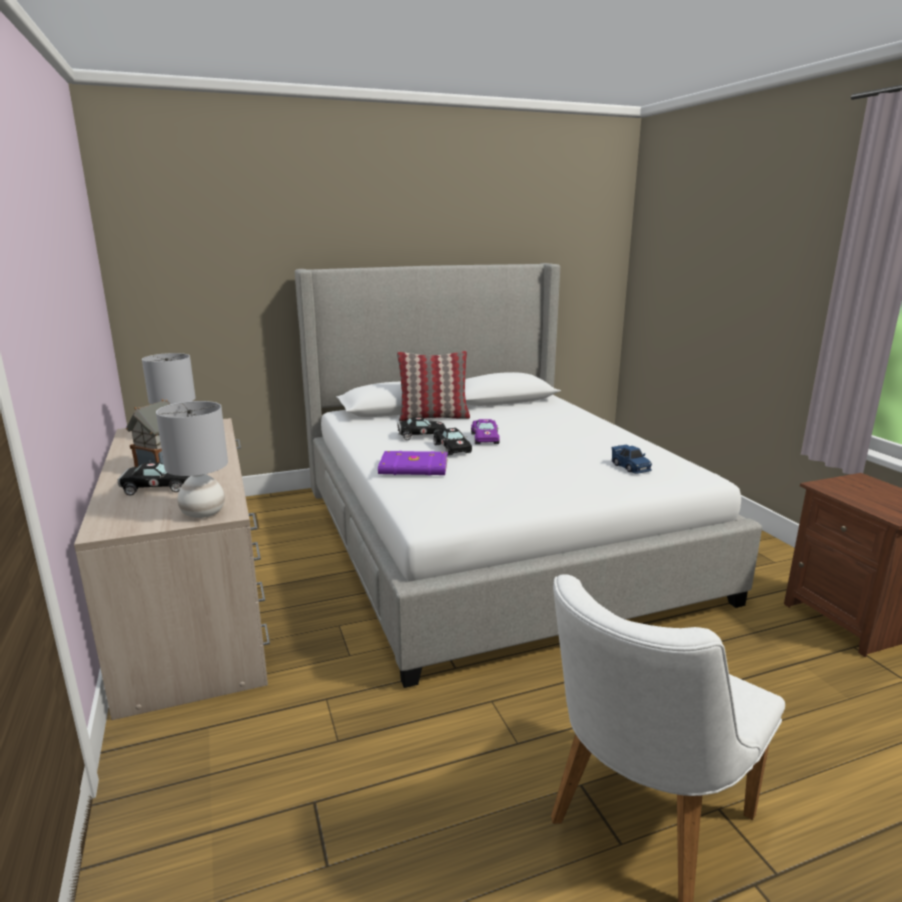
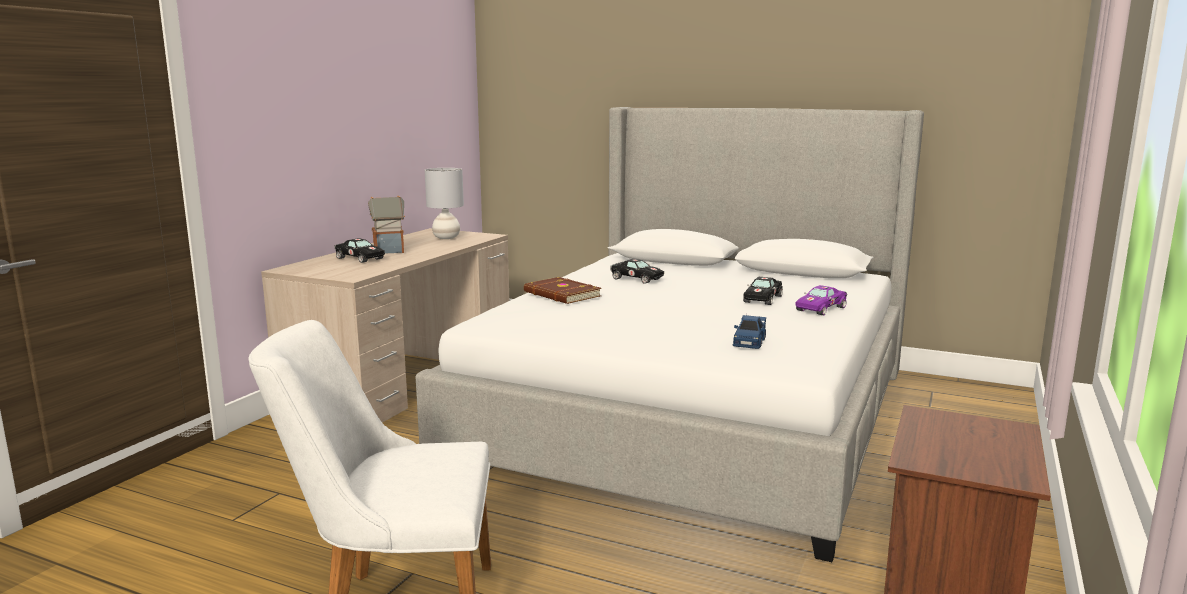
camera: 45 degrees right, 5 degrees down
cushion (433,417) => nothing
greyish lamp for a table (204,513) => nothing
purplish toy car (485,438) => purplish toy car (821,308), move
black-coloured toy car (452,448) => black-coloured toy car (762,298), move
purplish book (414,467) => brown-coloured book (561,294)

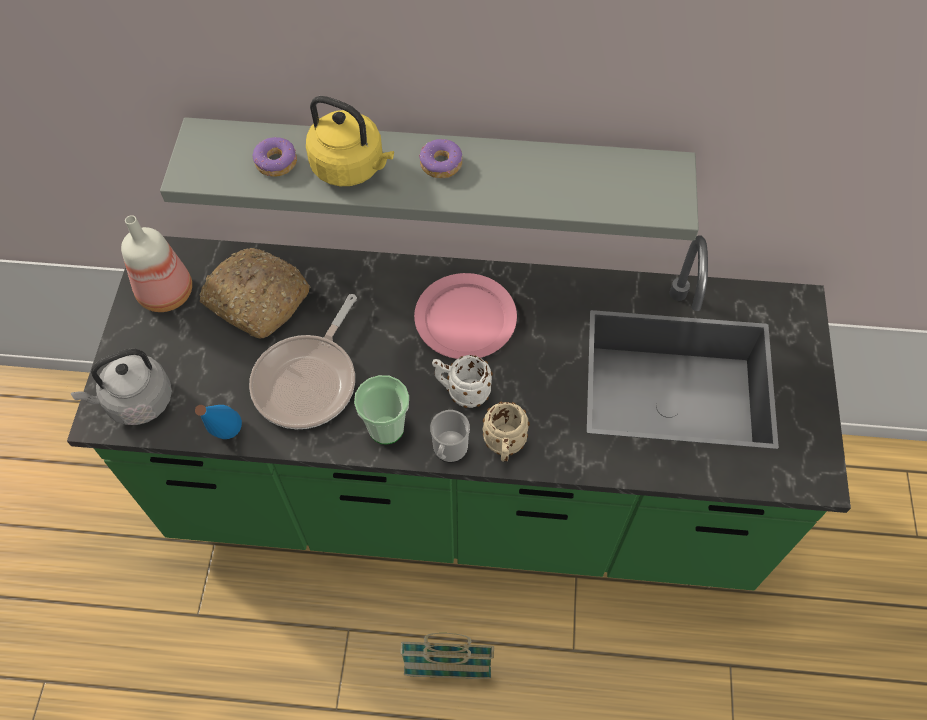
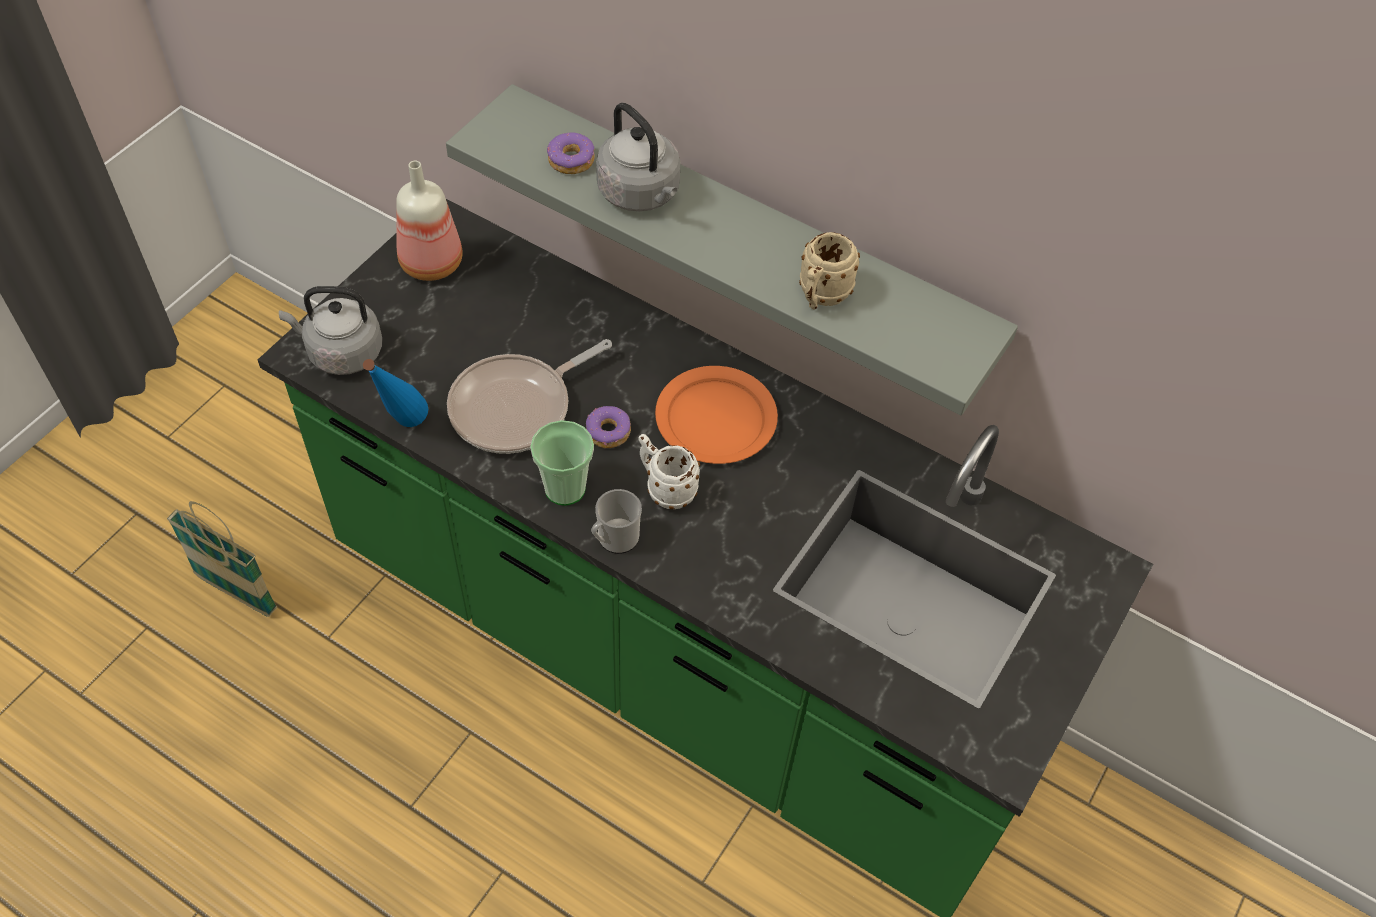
camera: 25 degrees right, 5 degrees down
yellow water kettle (351,167) => greyish water kettle (641,194)
ring doughnut (441,164) => ring doughnut (608,432), move
baked bread (255,300) => nothing
pinkish plate (464,319) => orangey plate (715,418)
sand-coloured coffee mug (504,447) => sand-coloured coffee mug (820,297), move
storage basket (447,672) => storage basket (236,593), move

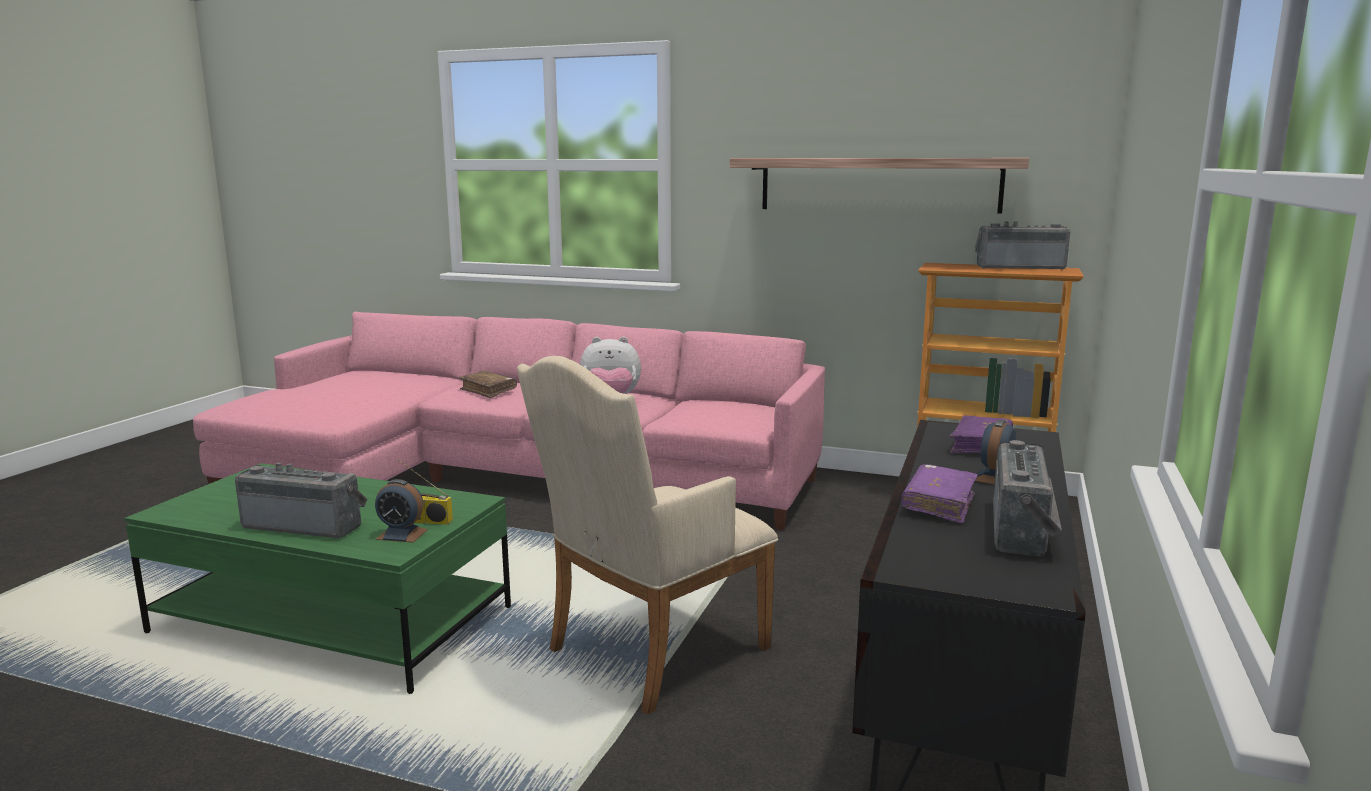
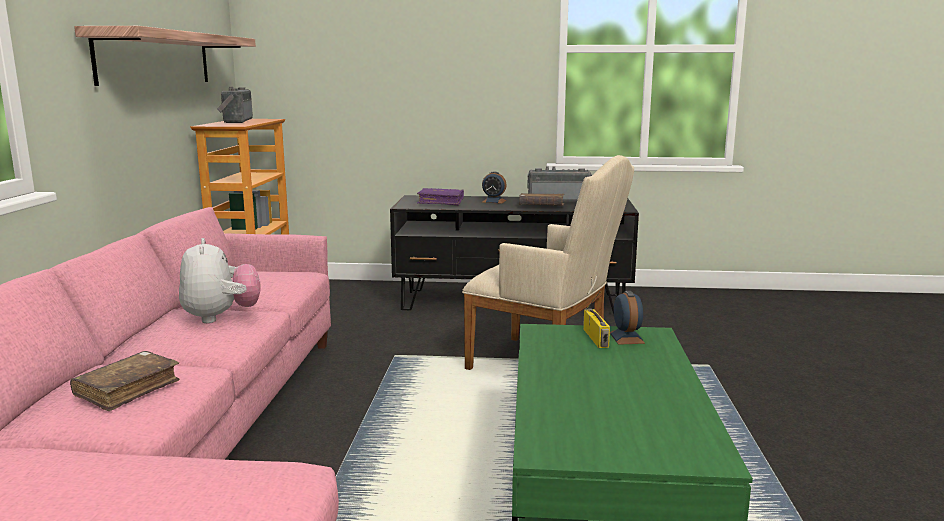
camera: 105 degrees left, 0 degrees up
radio receiver (306,525) => nothing
purplish book (939,504) => brown-coloured book (541,206)

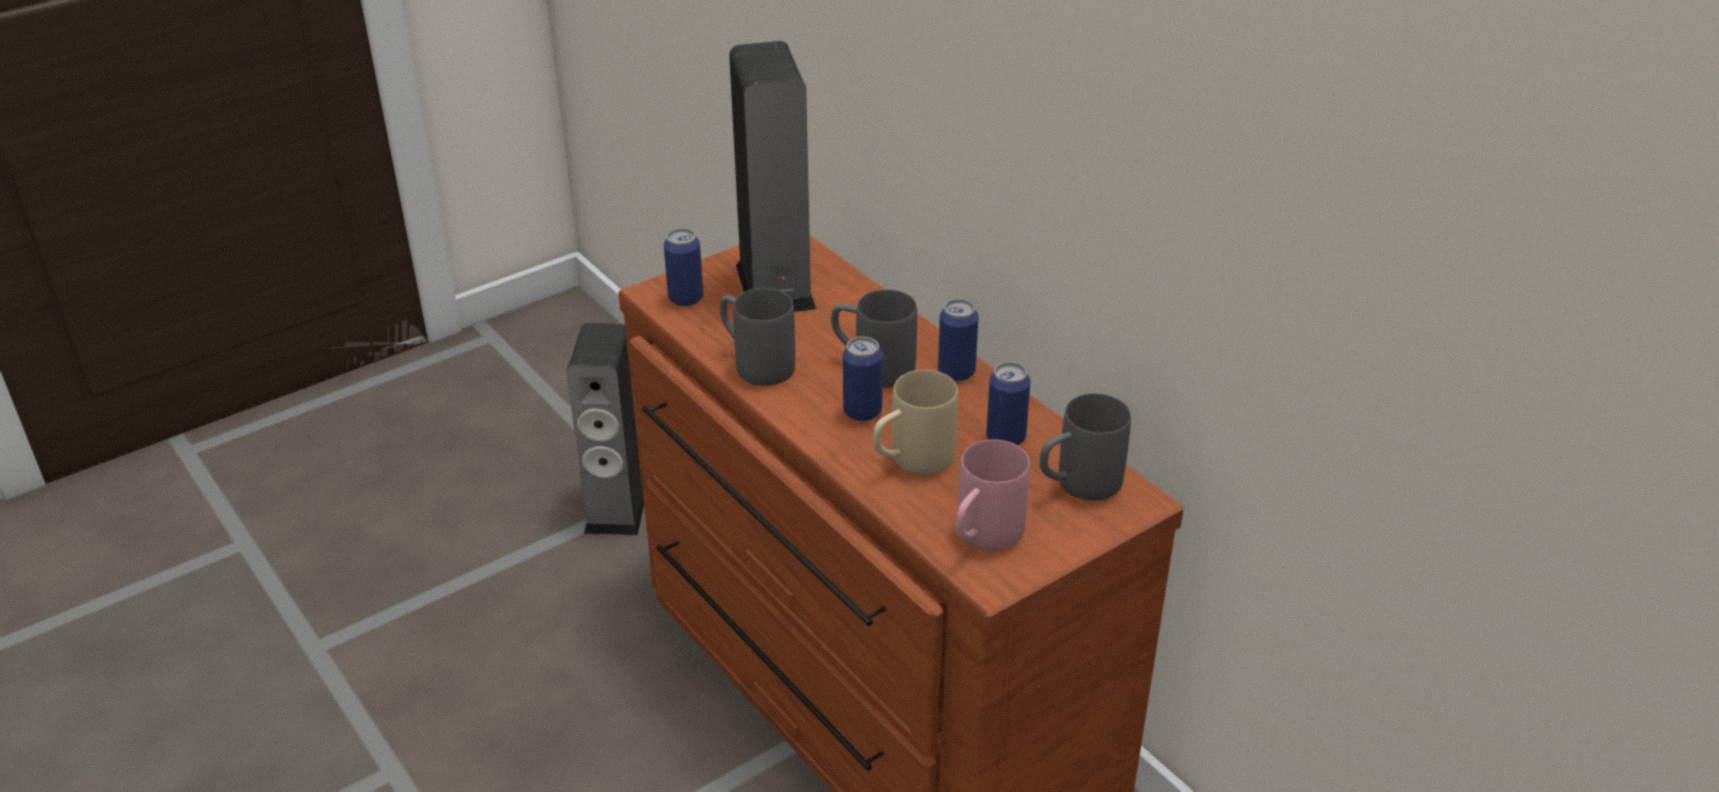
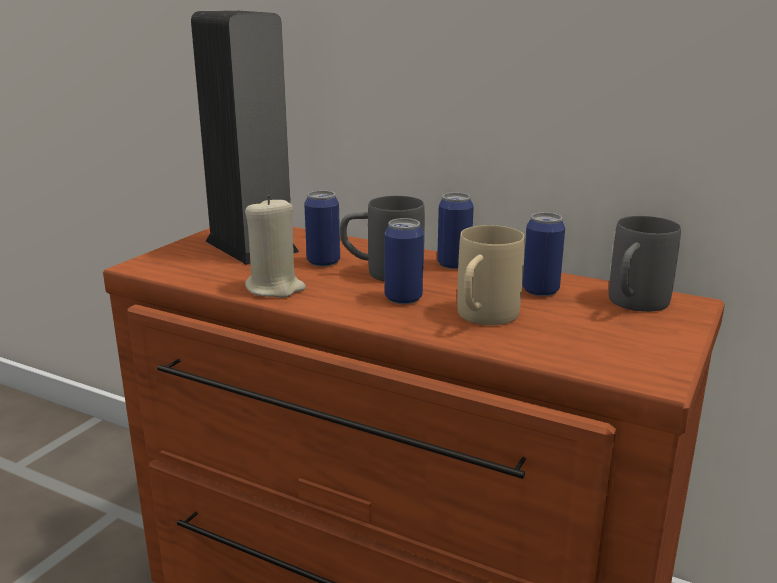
camera: 25 degrees left, 15 degrees down
can (686,298) => can (323,262), move
greyish coffee mug (755,363) => sand-coloured candle (275,288)
loudspeaker (617,507) => nothing
pinkish coffee mug (982,538) => nothing

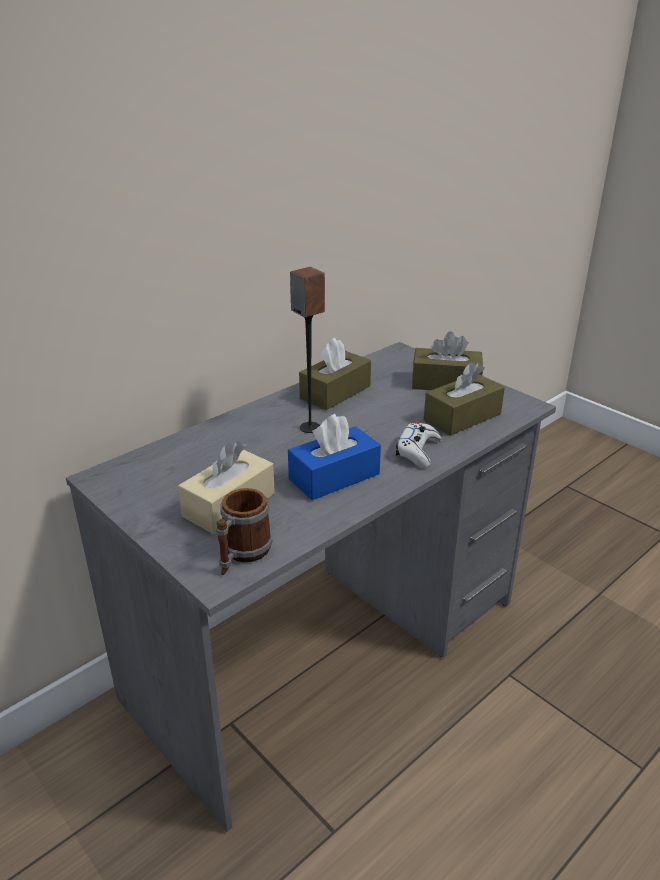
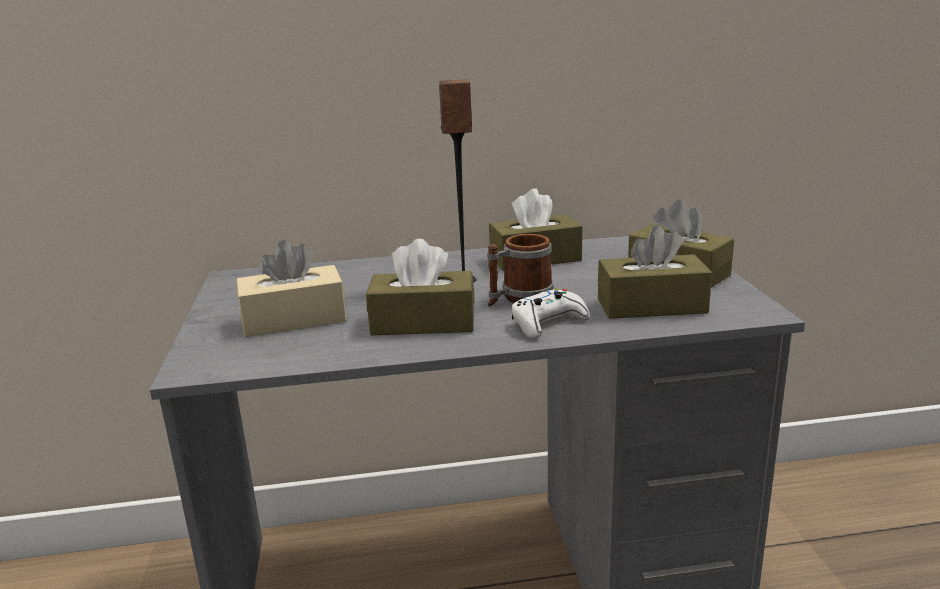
camera: 35 degrees right, 10 degrees down
bluish tissue holder (334,477) => brown-coloured tissue holder (423,323)
coffee mug (242,554) => coffee mug (519,299), move

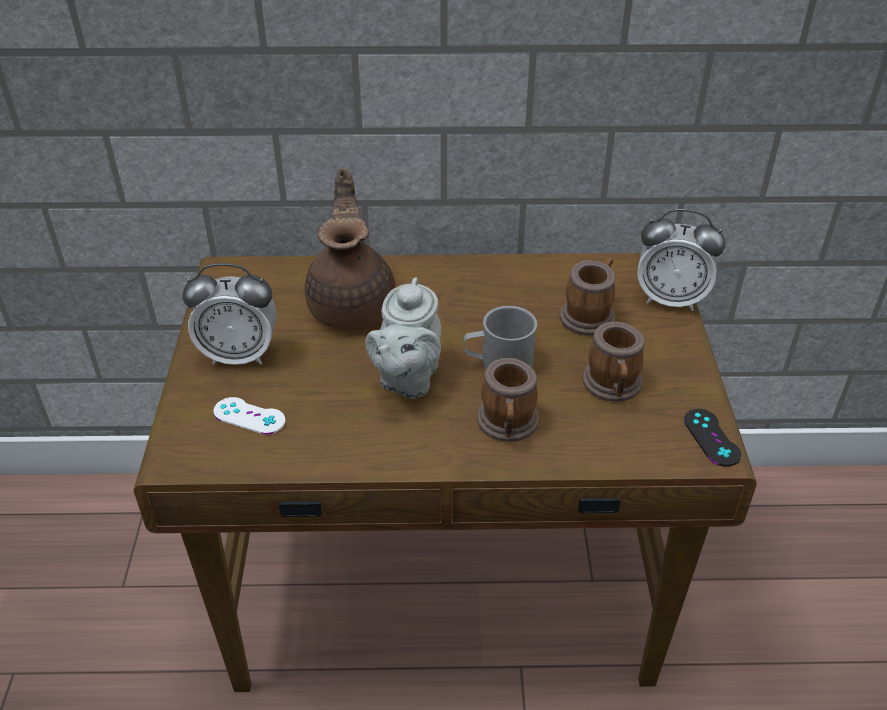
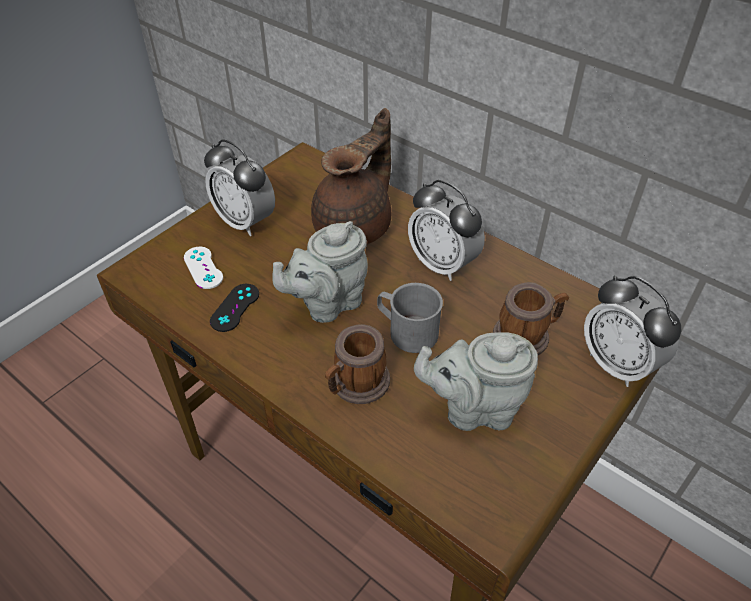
camera: 40 degrees right, 5 degrees up
coffee mug (613,387) => greyish teapot (474,409)
black-coloured game controller (711,437) => black-coloured game controller (235,307), move
nothing => table clock (442,264)

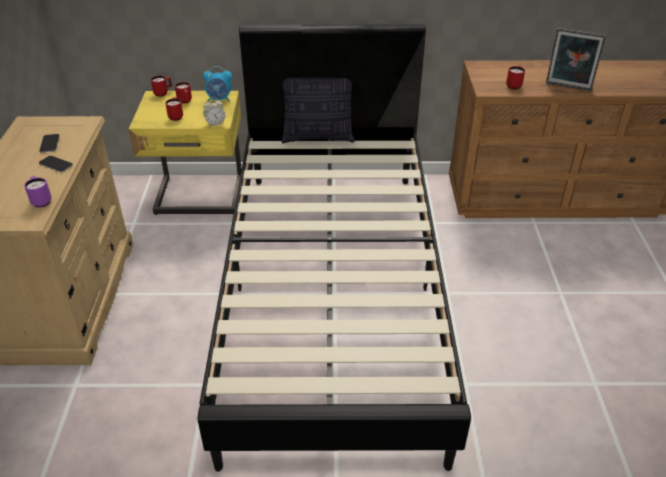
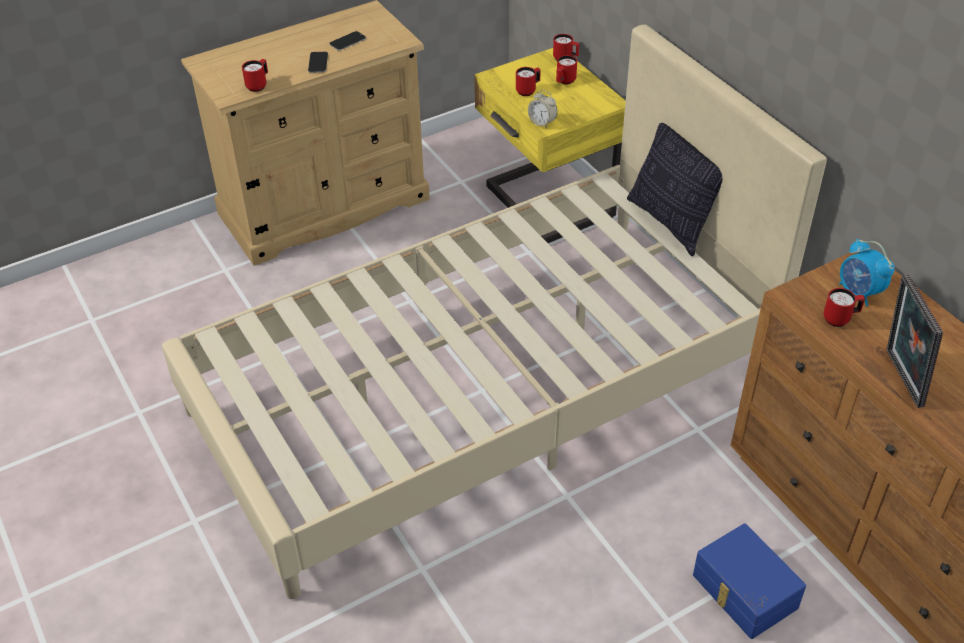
camera: 60 degrees right, 5 degrees up
black-coloured sleeping bed (333,291) => sand-coloured sleeping bed (484,387)
table clock (219,99) => table clock (859,293), move
purplish coffee mug (41,201) => red-coloured coffee mug (258,85)
nothing => bluish storage container (743,592)

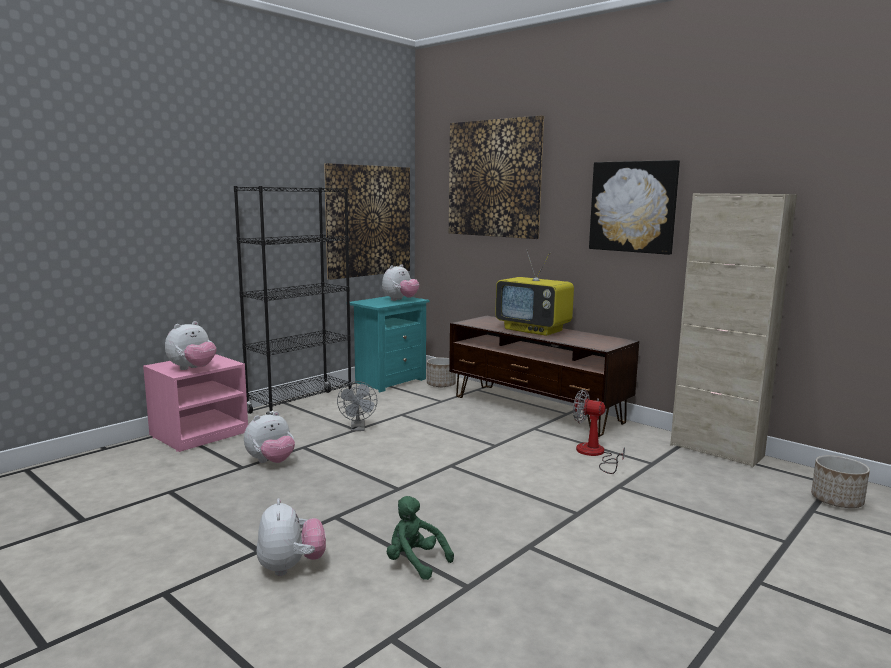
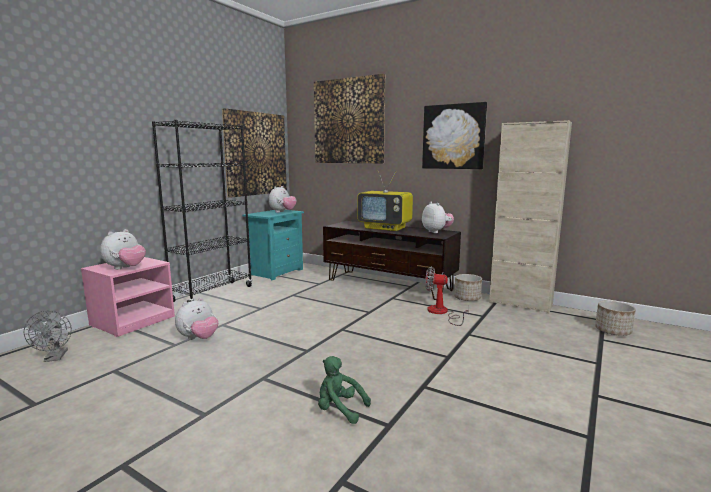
camera: 10 degrees left, 0 degrees up
planter (441,385) => planter (467,298), move
greyish fan (358,429) => greyish fan (55,358), move
soft toy (291,567) => soft toy (436,232), move

